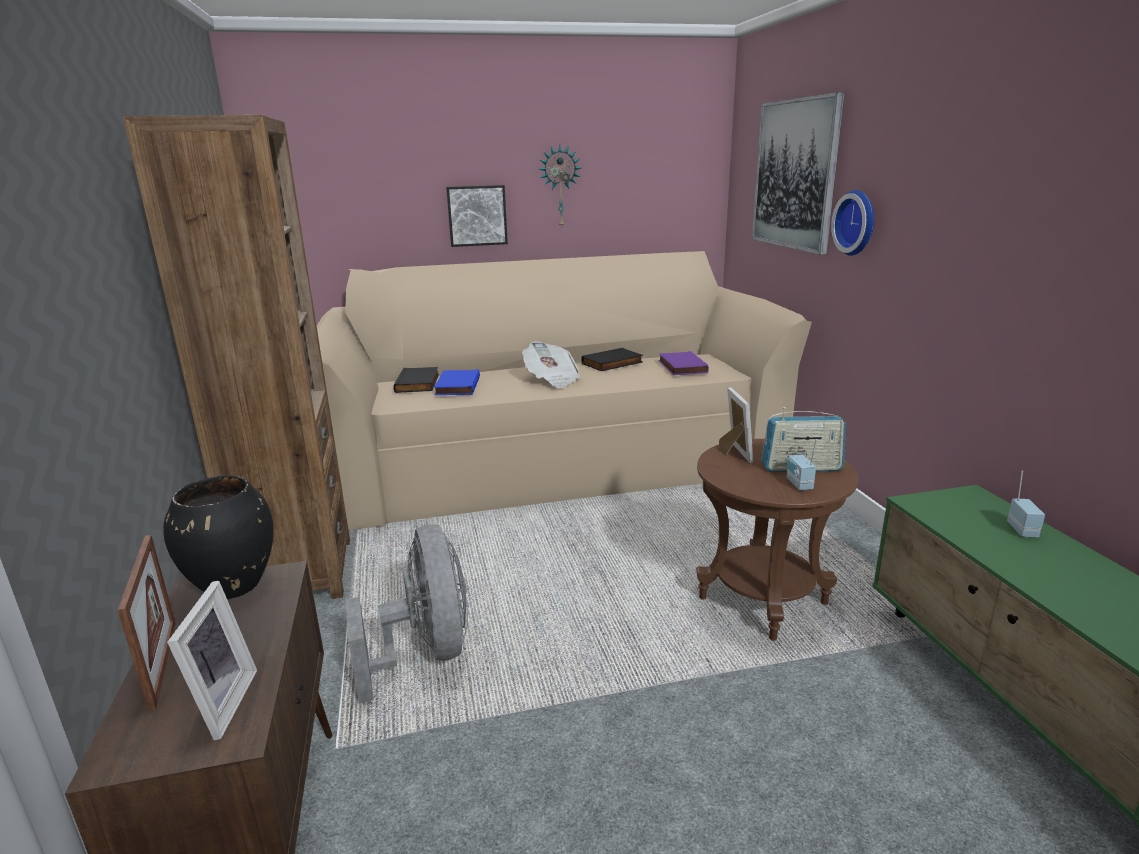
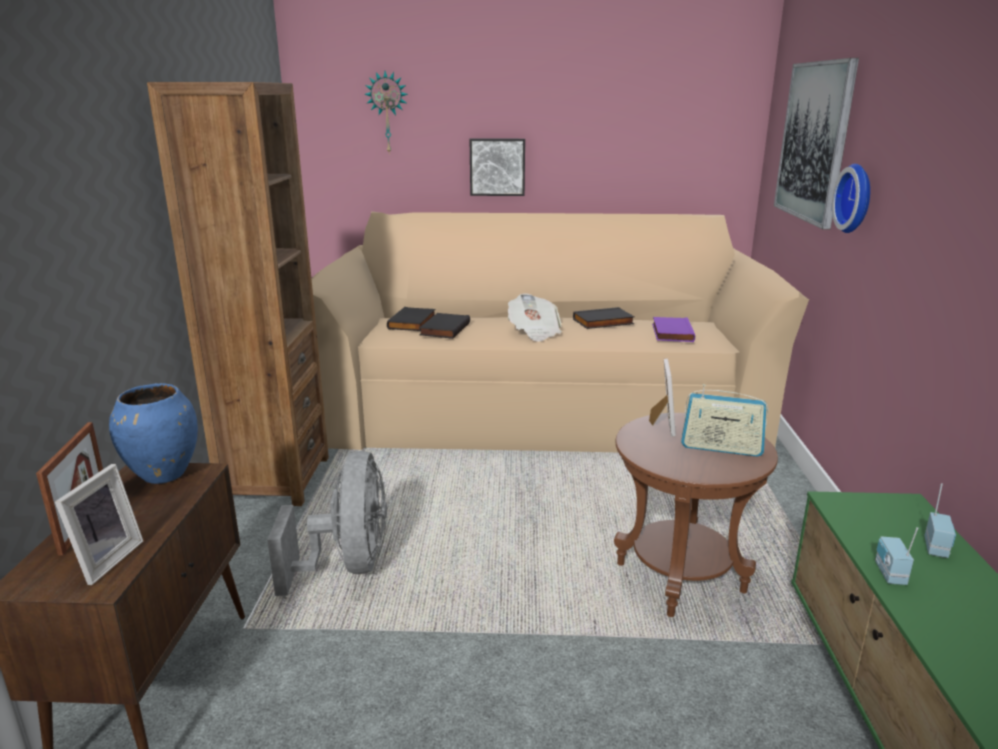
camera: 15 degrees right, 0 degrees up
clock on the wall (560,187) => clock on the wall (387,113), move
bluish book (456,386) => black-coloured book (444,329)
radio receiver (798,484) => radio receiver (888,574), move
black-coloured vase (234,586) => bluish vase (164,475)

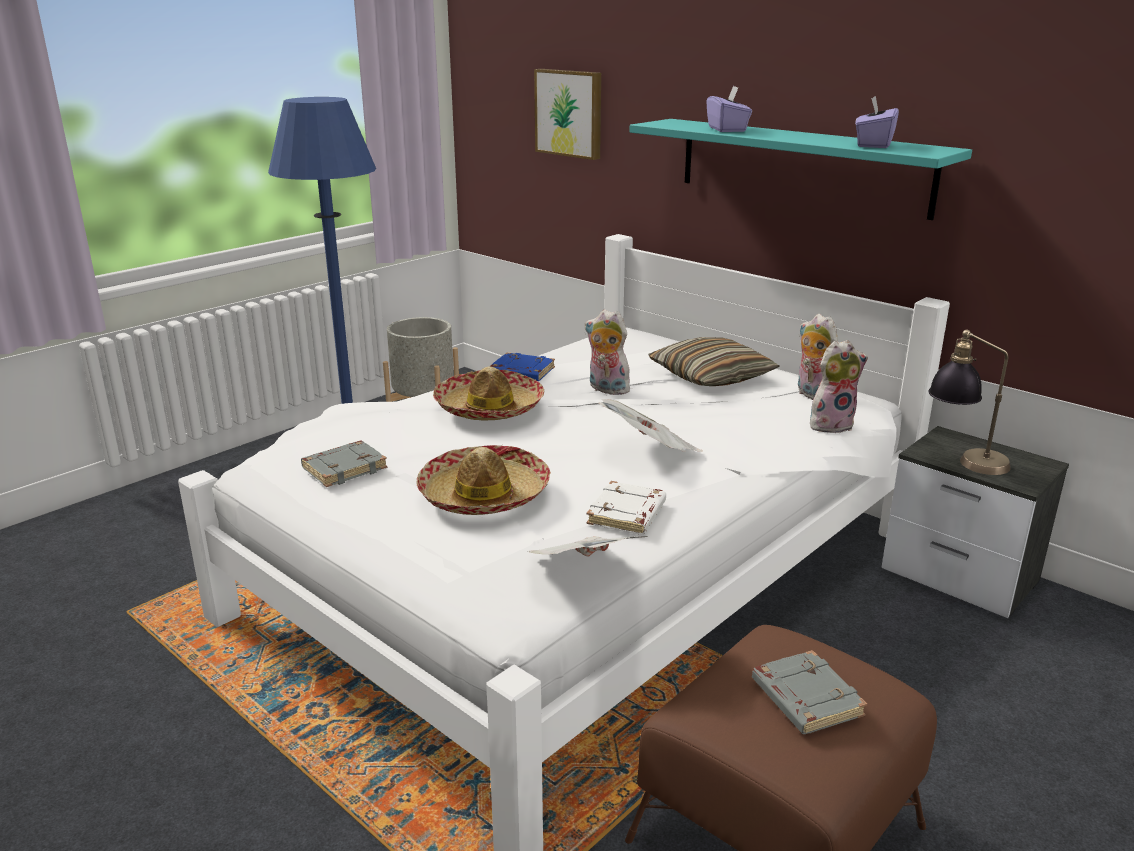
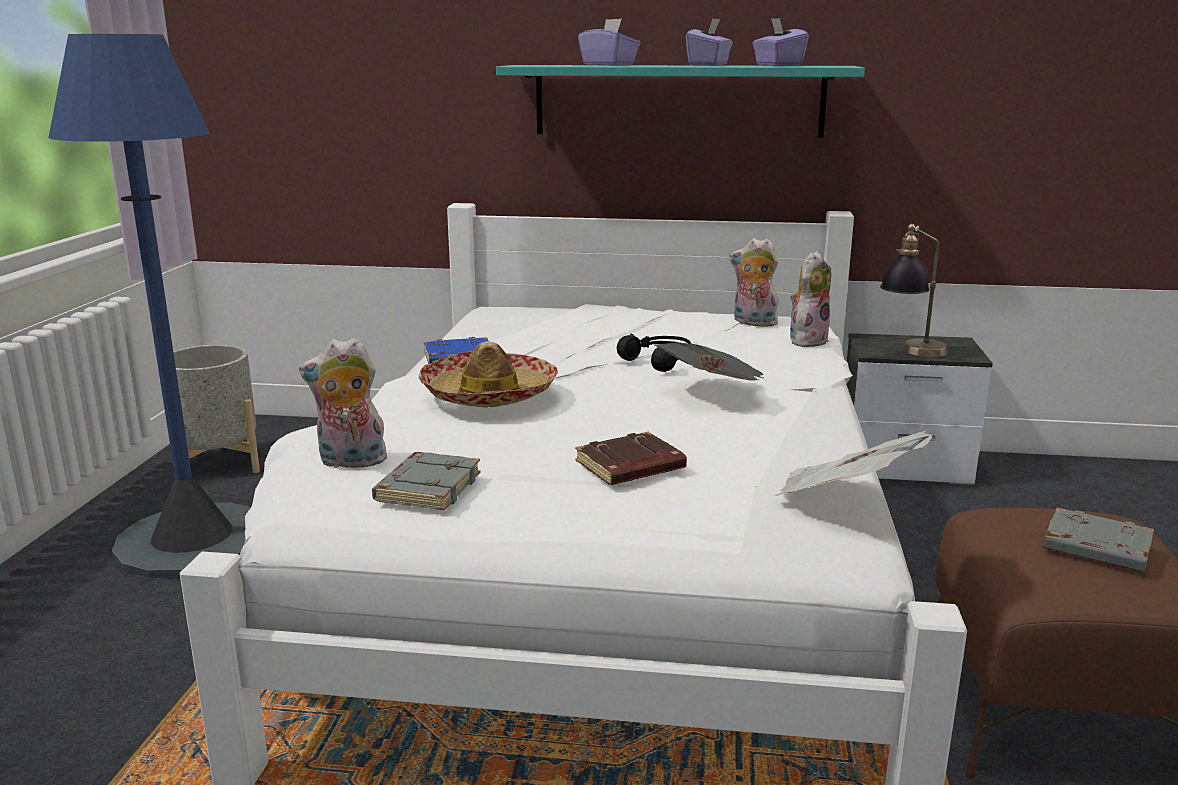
camera: 35 degrees left, 5 degrees down
picture (570,113) => nothing
soft toy (606,389) => soft toy (350,462), move
cushion (711,376) => nothing
wearable hat (484,495) => brown-coloured book (630,467)
white-coloured book (627,514) => nothing
nothing => purplish tissue holder (709,65)
nothing => black-coloured headphones (660,361)

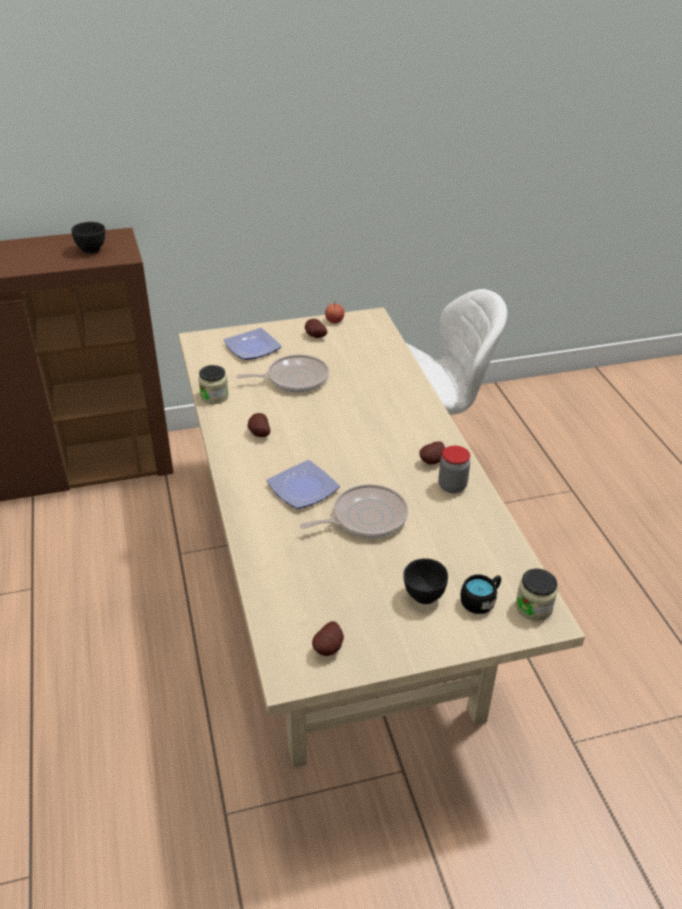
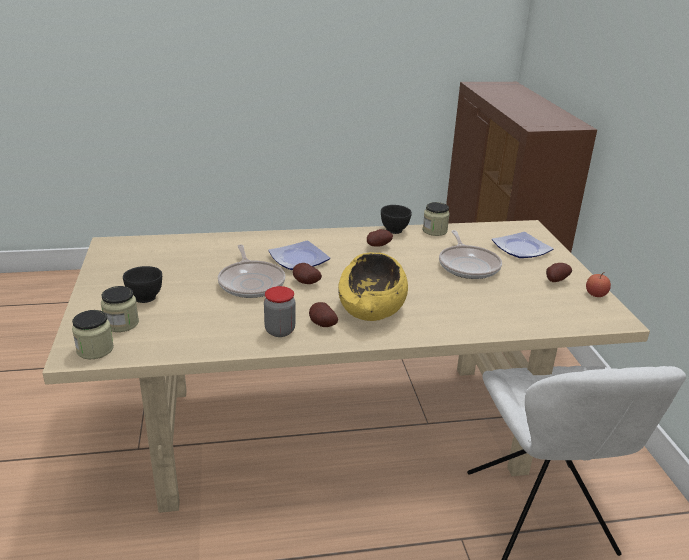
camera: 95 degrees right, 10 degrees down
black-coloured bowl (92,250) => black-coloured bowl (394,231), move
black-coloured coffee mug (481,601) => preserve jar (121,323)
potato (329,648) => potato (305,283), move
nothing => yellow bowl (372,307)

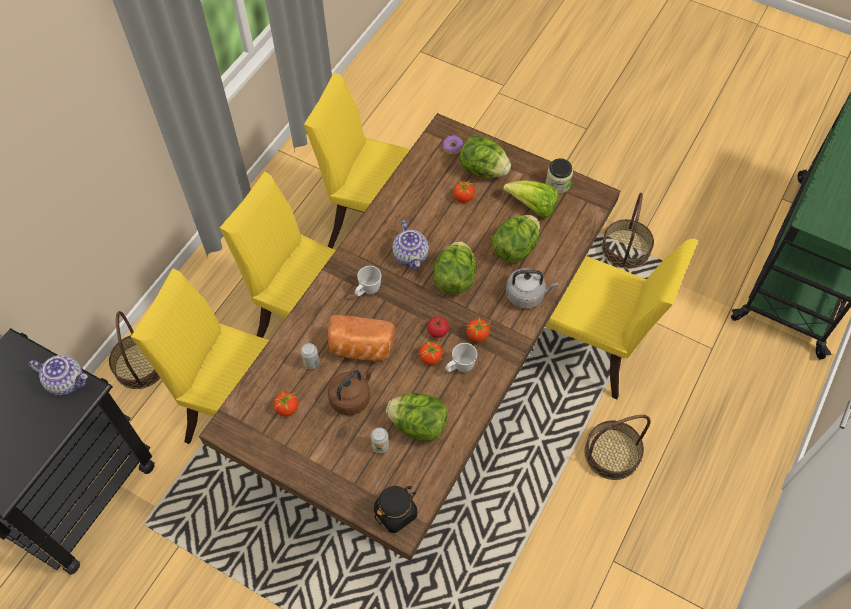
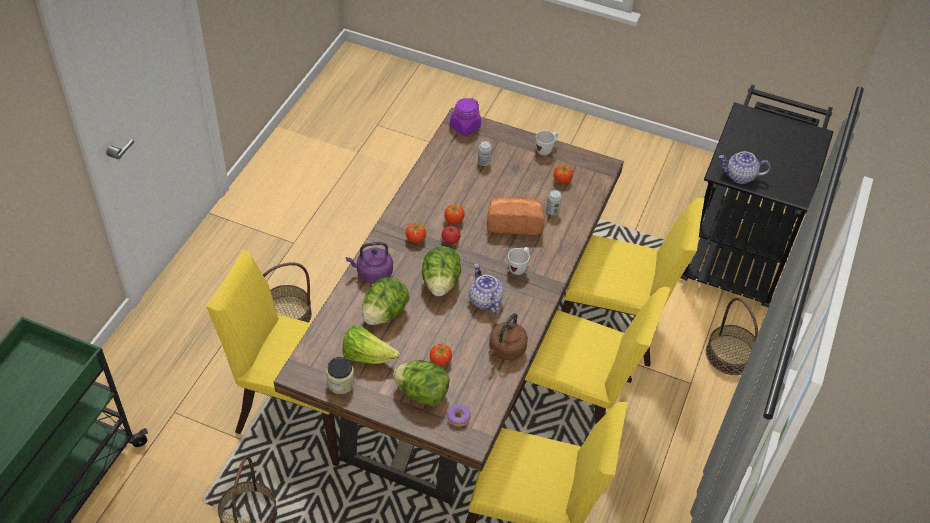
camera: 170 degrees right, 10 degrees down
greyish water kettle (527,295) => purplish water kettle (372,273)
white-coloured coffee mug (460,367) => white-coloured coffee mug (546,150), move
brown-coloured water kettle (352,397) => brown-coloured water kettle (506,350), move
lettuce (418,425) => nothing
black-coloured preserve jar (396,513) => purplish preserve jar (465,127)

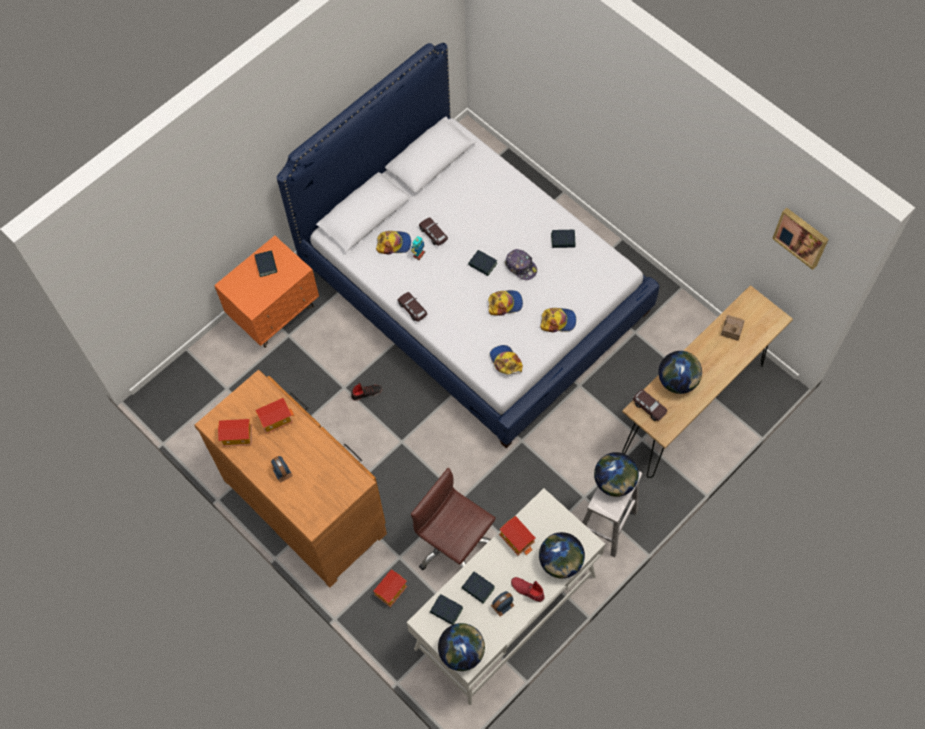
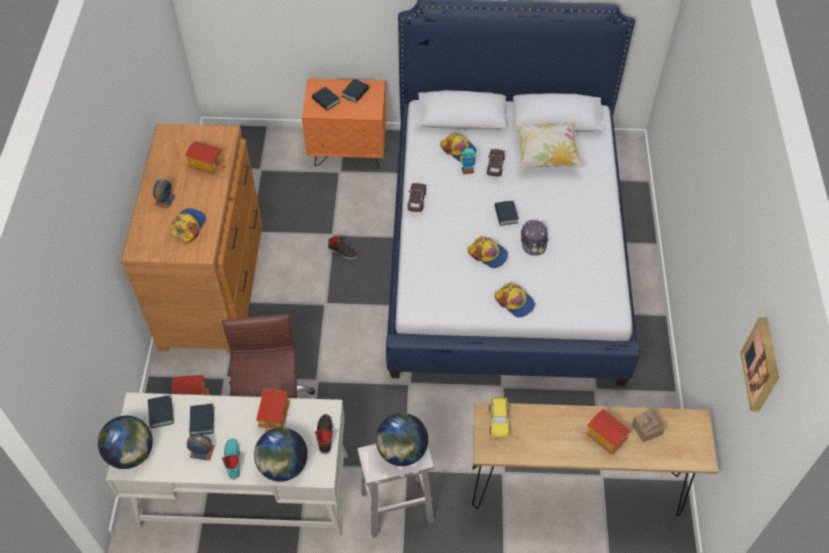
camera: 45 degrees right, 10 degrees down
book (563,240) => book (326,101), move
baseball cap (505,361) => baseball cap (188,226), move
desk globe (677,381) => nothing
brown-coloured toy car (649,407) => yellow toy car (498,420)
toy house (237,437) => toy house (605,438), move
red-coloured item of footwear (527,590) => turquoise item of footwear (232,460)
nothing => cushion (546,155)
nothing => black-coloured item of footwear (324,435)

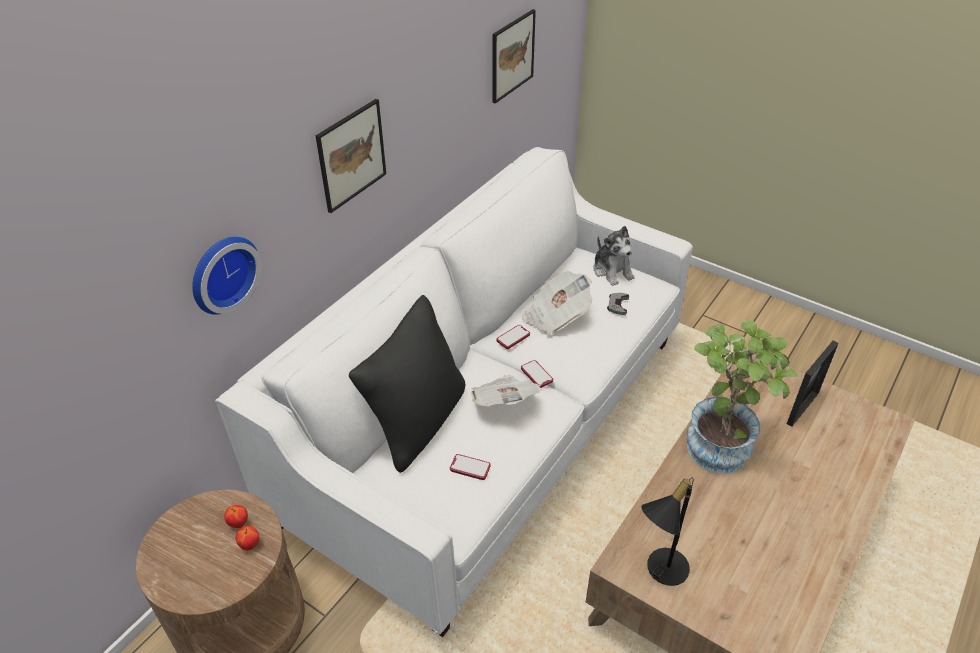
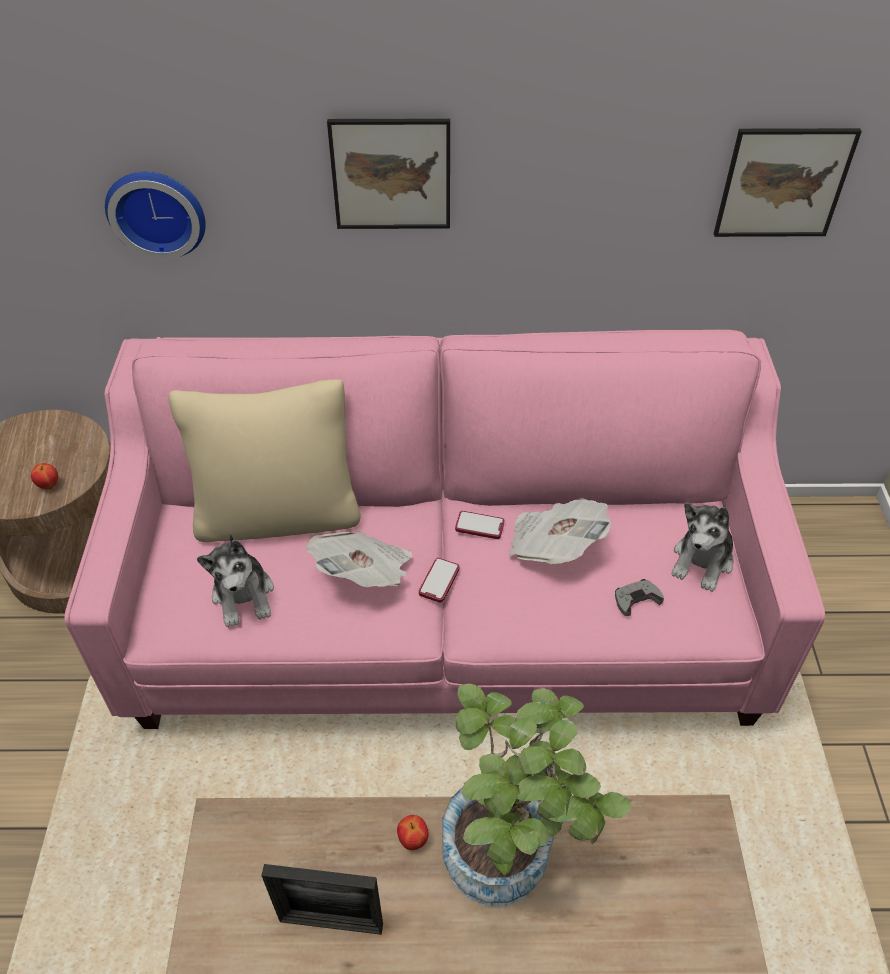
camera: 55 degrees right, 5 degrees up
white-coloured settee (489,428) => pinkish settee (444,613)
black-coloured cushion (417,422) => sand-coloured cushion (278,515)
standing frame (802,408) => standing frame (331,923), move
telephone (470,468) => soft toy (244,595)
black-coloured lamp for a table (660,569) => nothing
apple fruit (239,523) => apple fruit (413,840), move

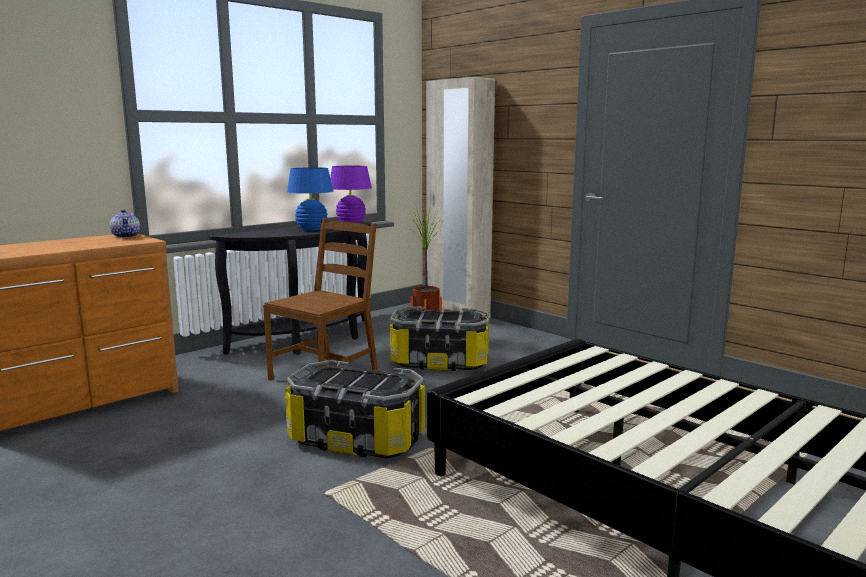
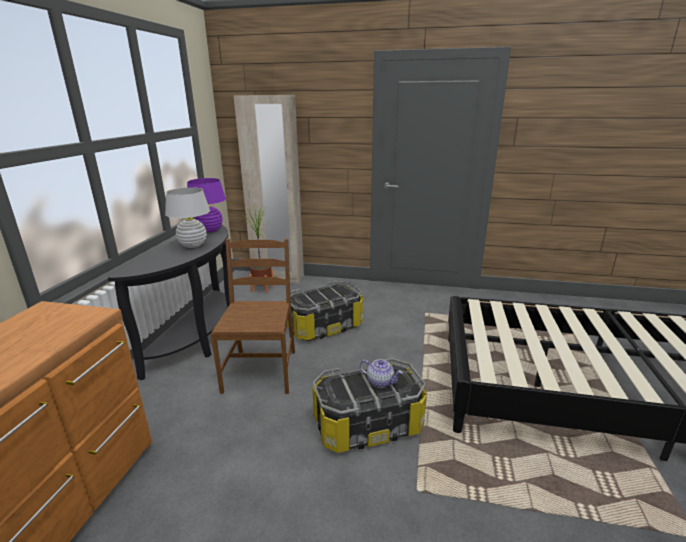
camera: 35 degrees left, 10 degrees up
bluish lamp for a table (312,229) => white-coloured lamp for a table (193,245)
teapot (126,236) => teapot (380,382), move

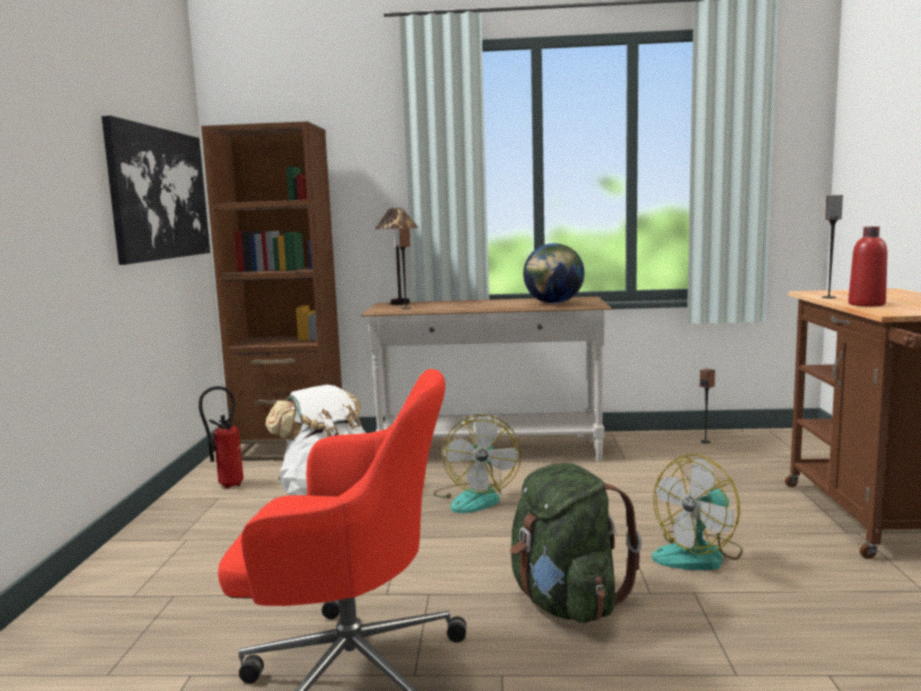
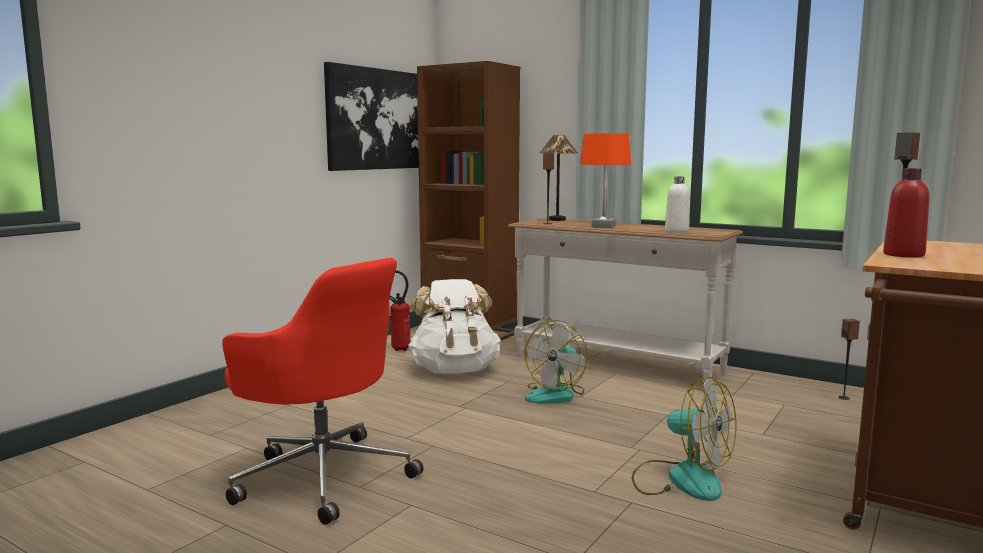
camera: 30 degrees right, 0 degrees up
desk globe (554,303) => white-coloured beverage bottle (676,231)
fan (699,554) => fan (681,479), 135 degrees counterclockwise
green-coloured knapsack (566,602) => nothing
nothing => orangey lamp for a table (603,226)

